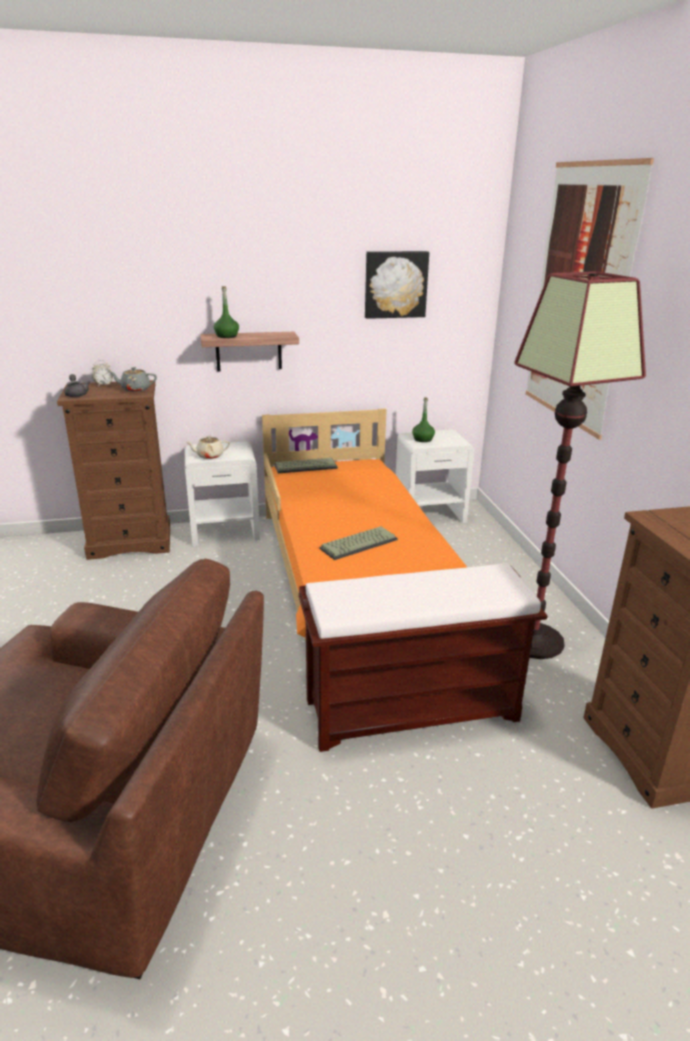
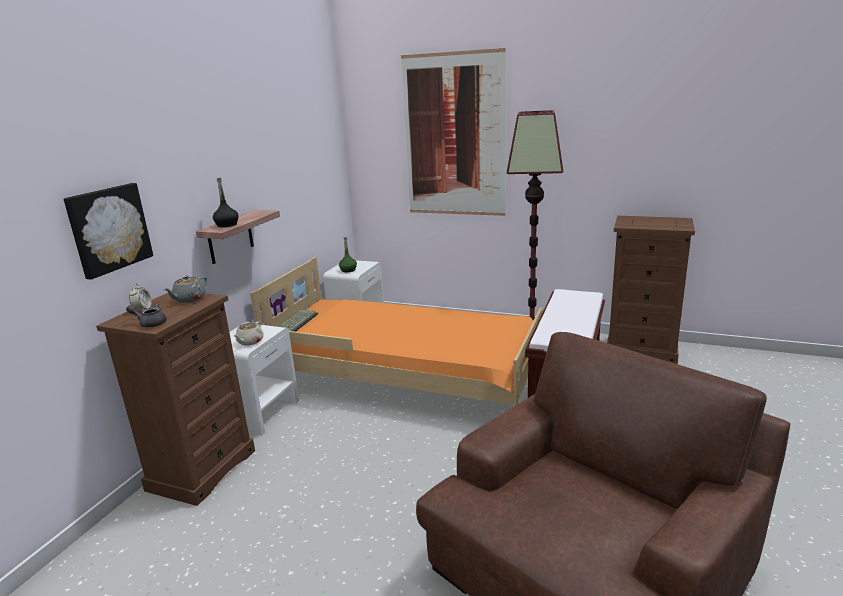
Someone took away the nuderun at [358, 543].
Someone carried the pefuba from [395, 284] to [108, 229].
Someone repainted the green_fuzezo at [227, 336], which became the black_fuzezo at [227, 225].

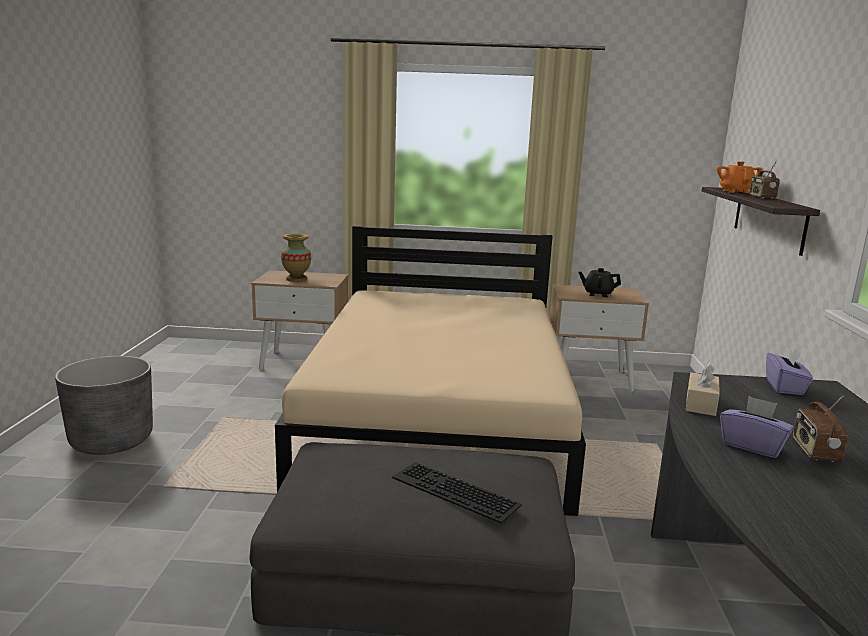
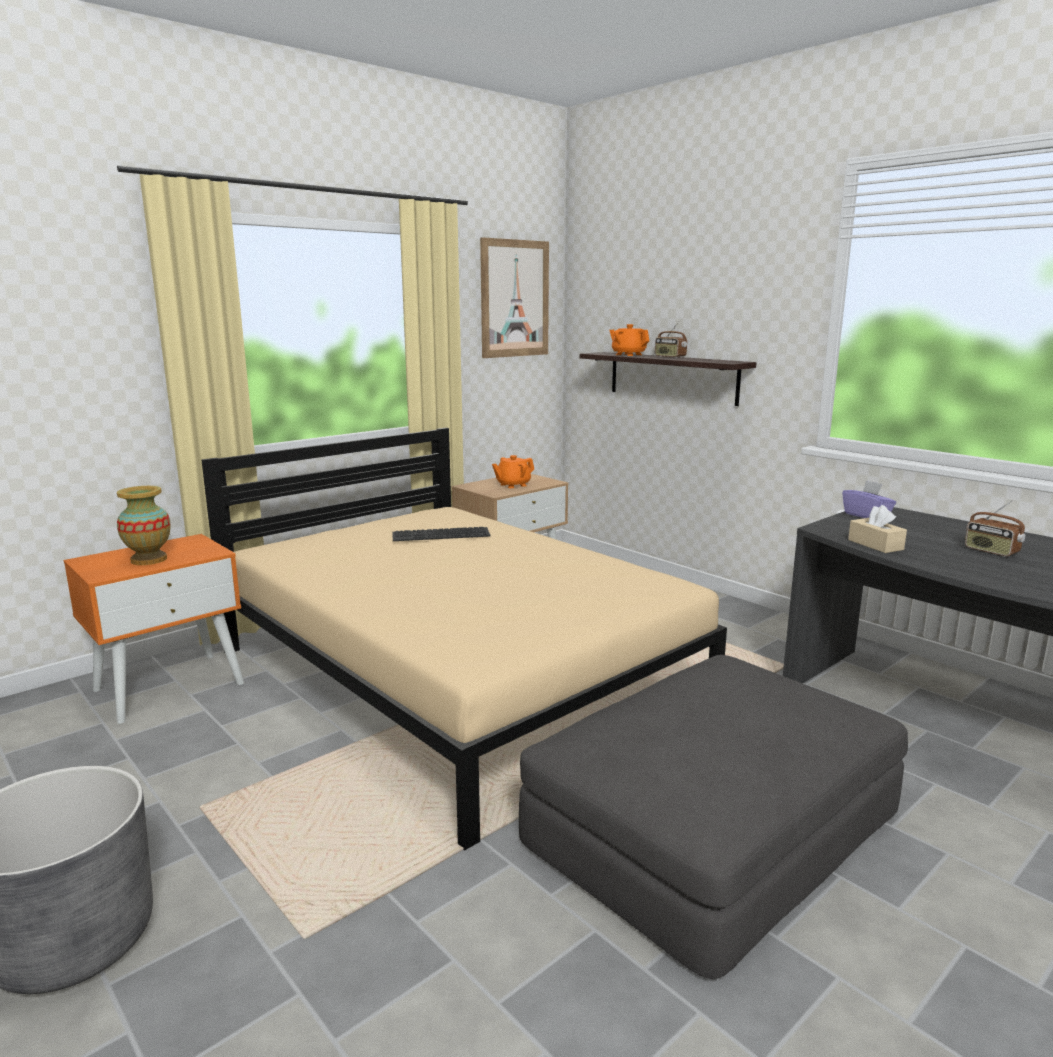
Someone took away the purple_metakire at [752, 446].
Someone put up the pefuba at [515, 299].
Someone carried the nuderun from [452, 492] to [440, 535].
Someone repainted the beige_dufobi at [303, 362], which became the orange_dufobi at [170, 686].
Someone repainted the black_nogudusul at [597, 294], which became the orange_nogudusul at [513, 485].

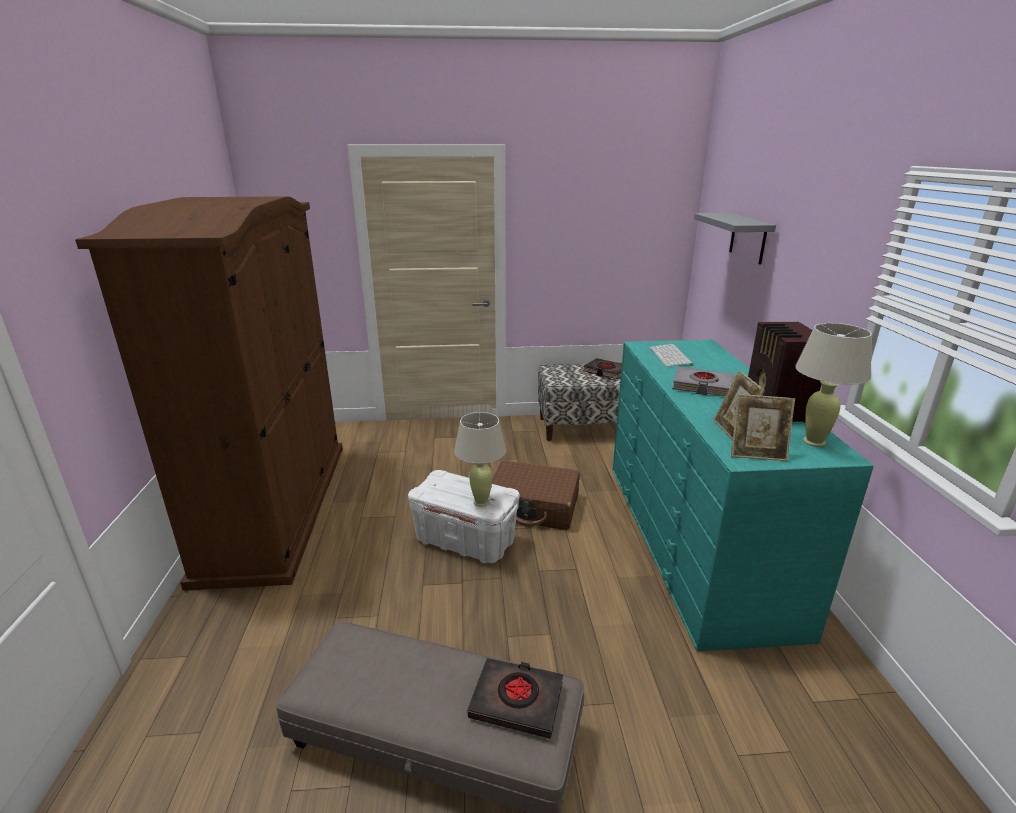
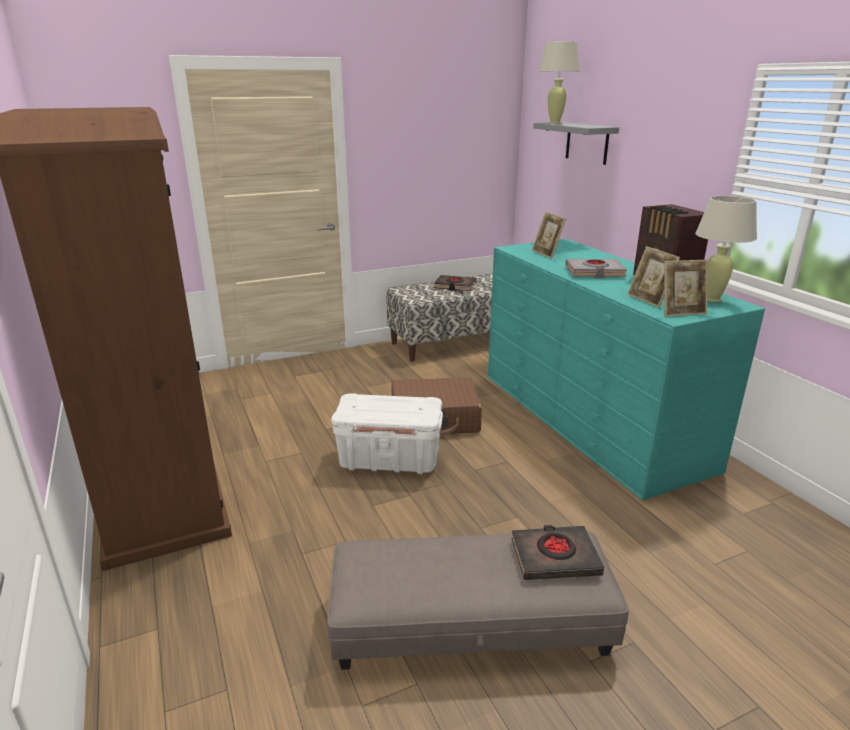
Someone carried the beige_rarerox from [481, 502] to [554, 123].
Someone swapped the nuderun at [671, 356] for the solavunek at [546, 254].

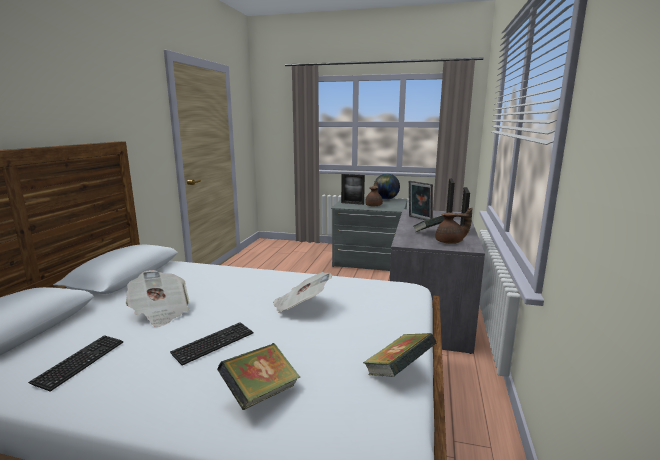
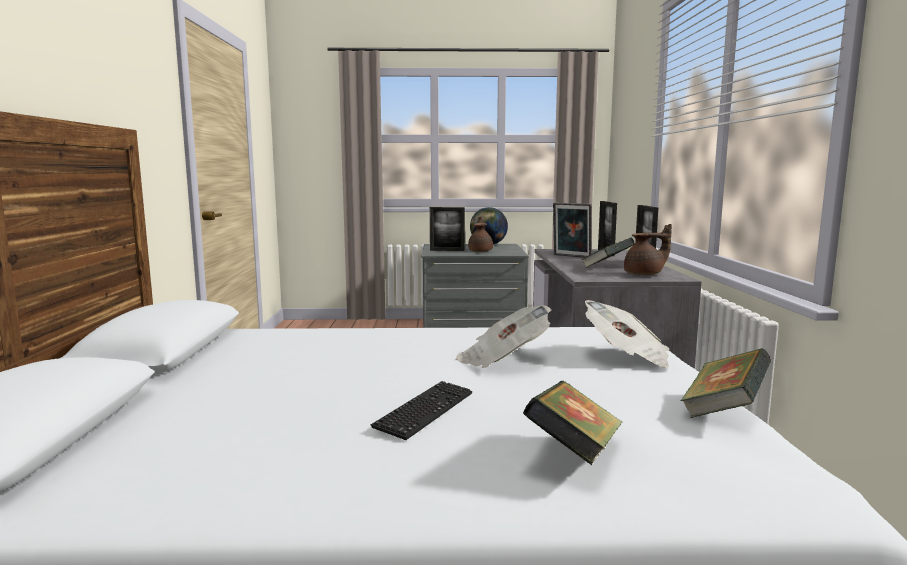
Someone took away the nuderun at [80, 362].
Someone carried the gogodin from [160, 312] to [627, 356].

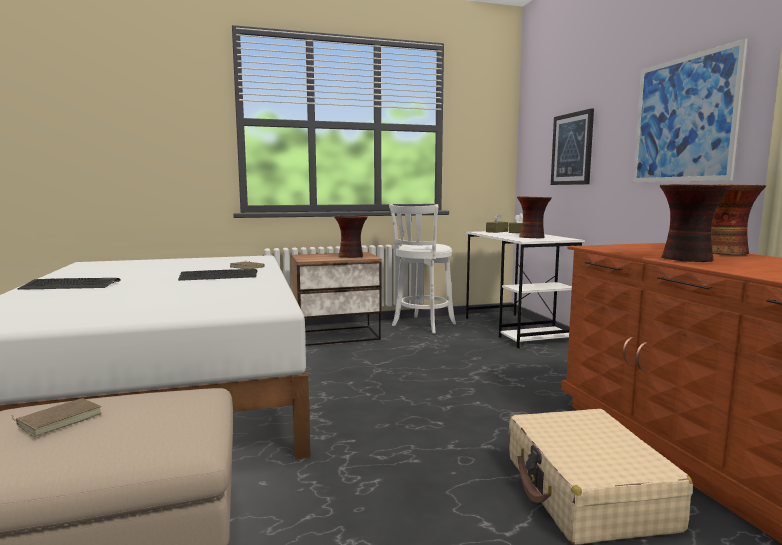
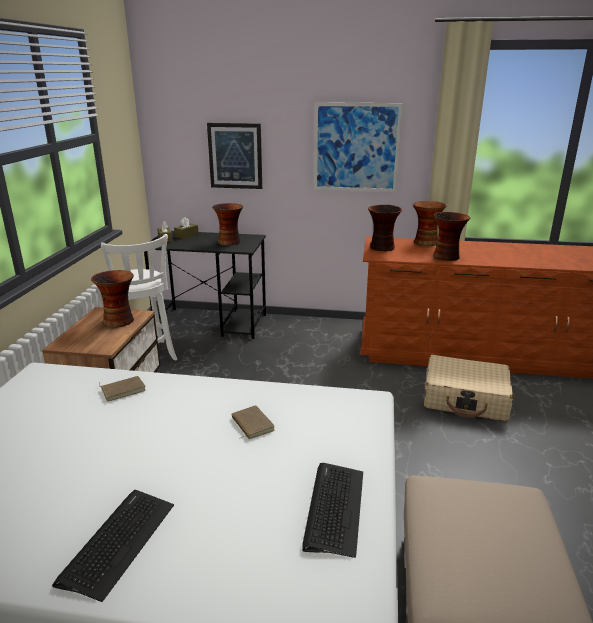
Someone put down the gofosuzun at [382, 248].
Someone carried the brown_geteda from [59, 419] to [251, 424].
Someone carried the nuderun from [218, 276] to [334, 508].
Someone repainted the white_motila at [516, 329], which became the black_motila at [212, 323].

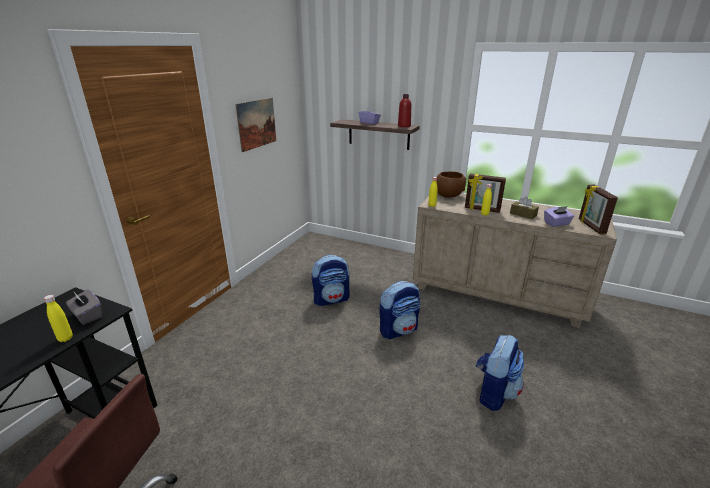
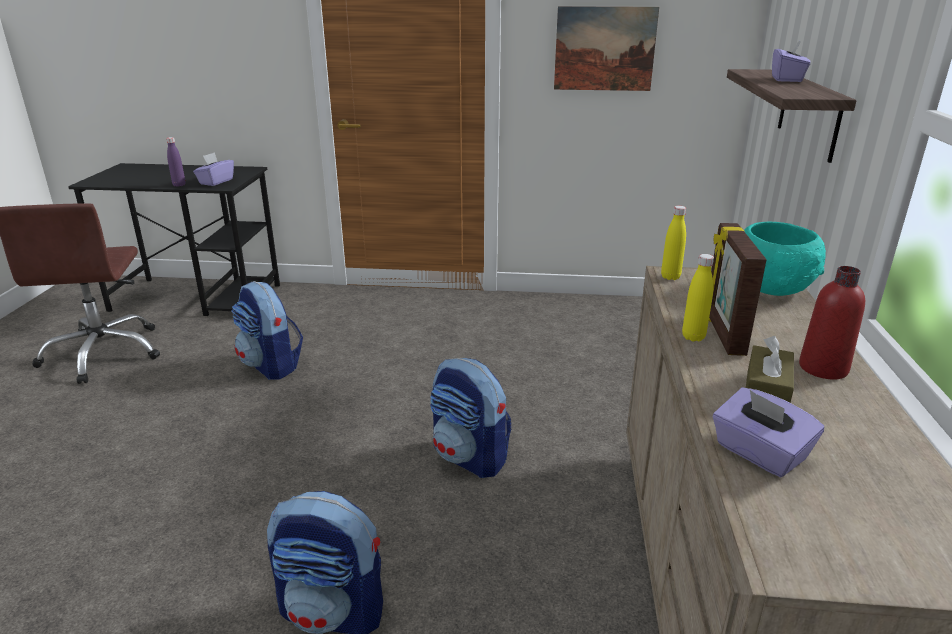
Someone took away the solavunek at [590, 226].
Someone carried the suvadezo from [331, 299] to [271, 365].
Someone carried the red_fuzezo from [404, 126] to [823, 368].
Someone repainted the yellow_fuzezo at [65, 338], which became the purple_fuzezo at [179, 185].
Someone repainted the grey_metakire at [87, 315], which became the purple_metakire at [216, 181].
Someone repainted the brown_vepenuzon at [448, 195], which became the turquoise_vepenuzon at [772, 288].

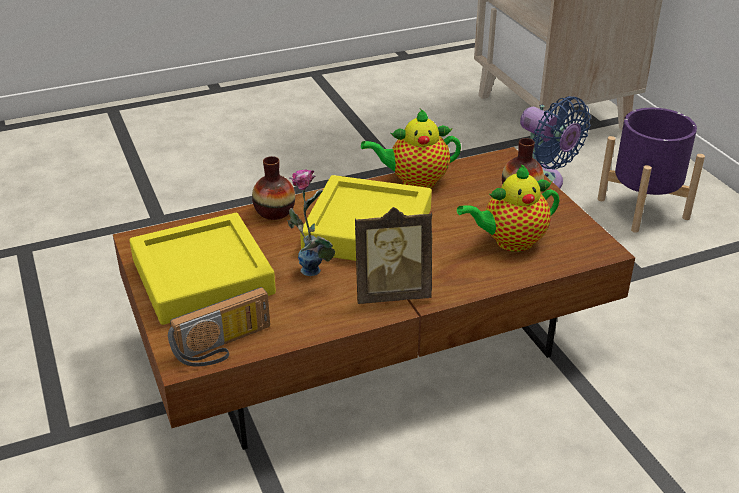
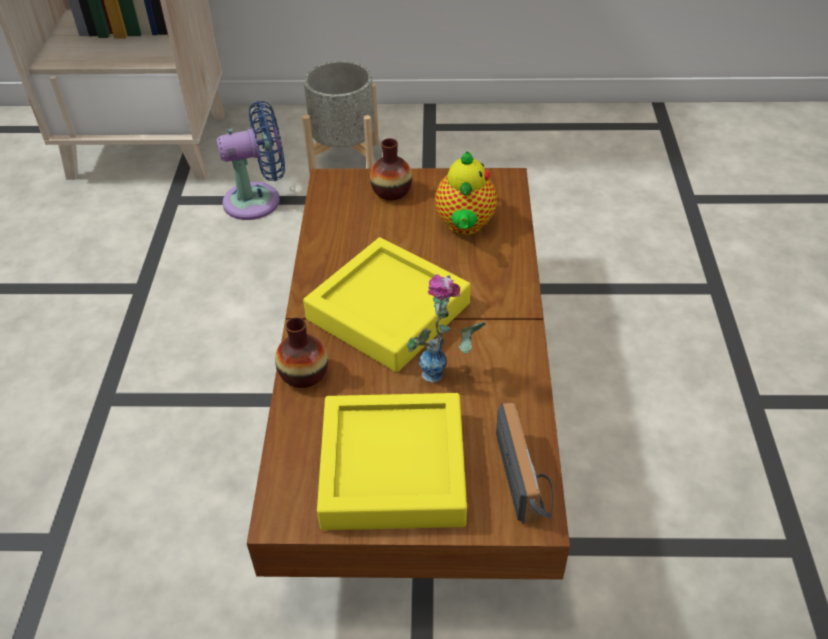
Someone took away the solavunek at [392, 293].
Someone took away the nogudusul at [414, 181].
Someone repainted the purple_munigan at [642, 208], which became the grey_munigan at [344, 159].

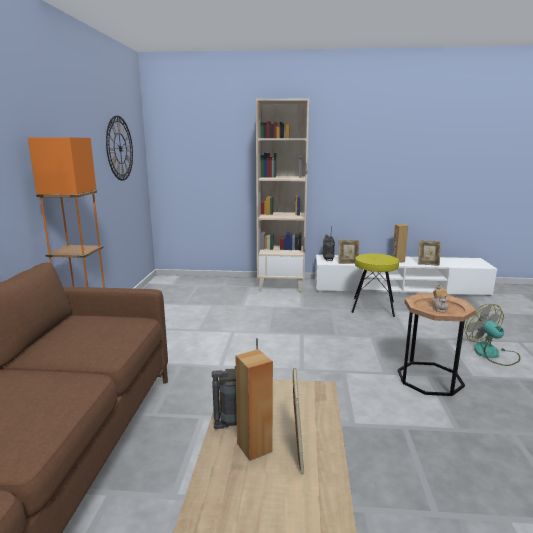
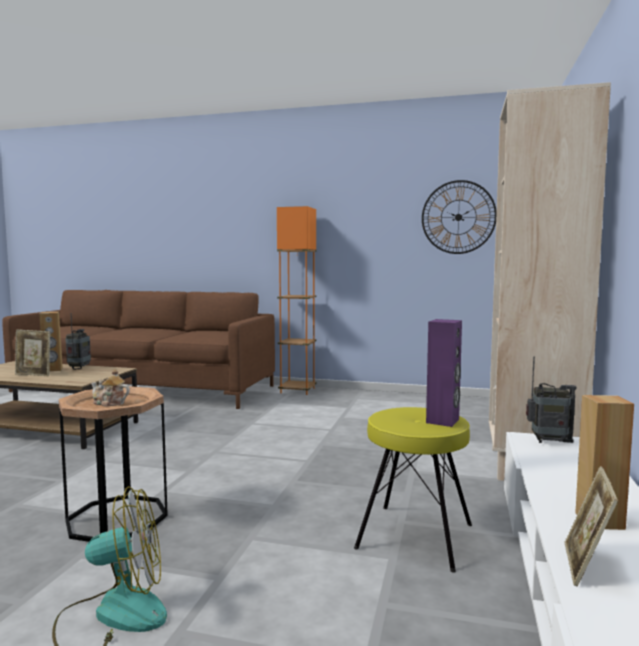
Someone took away the solavunek at [348, 262].
Someone put down the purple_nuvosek at [443, 421].

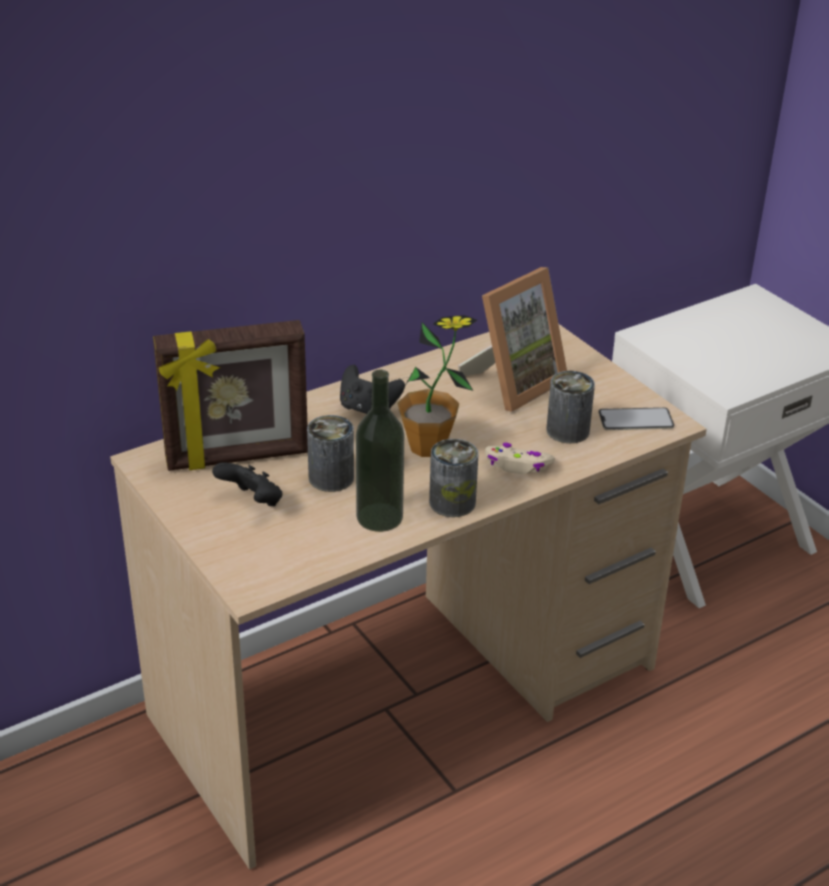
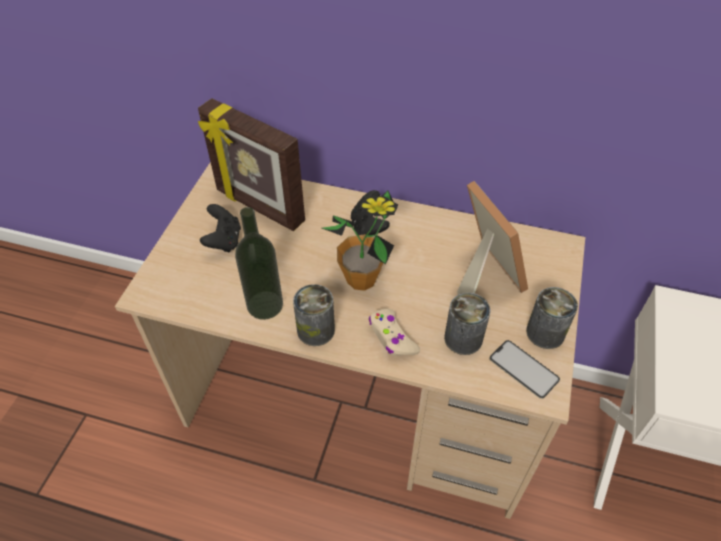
Someone carried the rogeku from [331, 477] to [545, 333].
Someone rotated the solavunek at [513, 383] by 120 degrees counterclockwise.

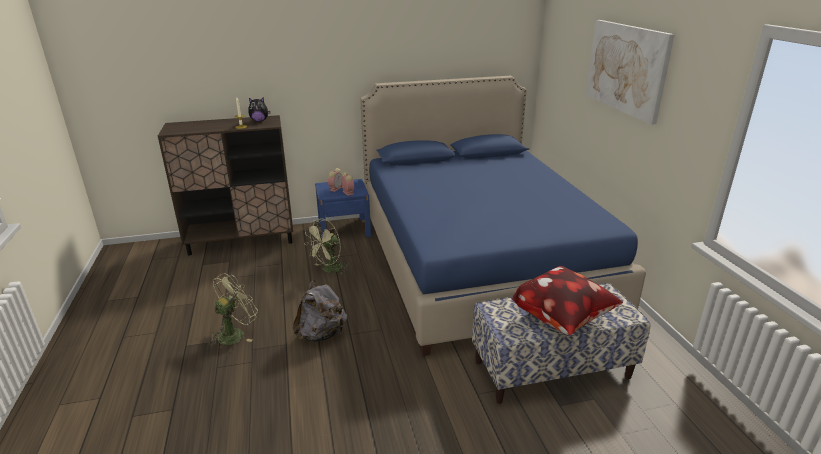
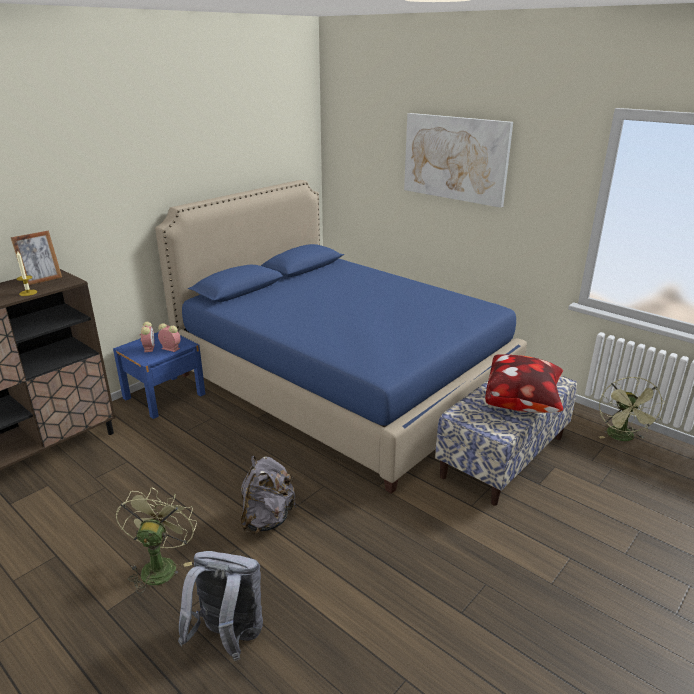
Someone put down the grey_suvadezo at [228, 637].
Someone carried the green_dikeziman from [329, 270] to [622, 438].
Someone swapped the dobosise at [259, 121] for the solavunek at [42, 280].

